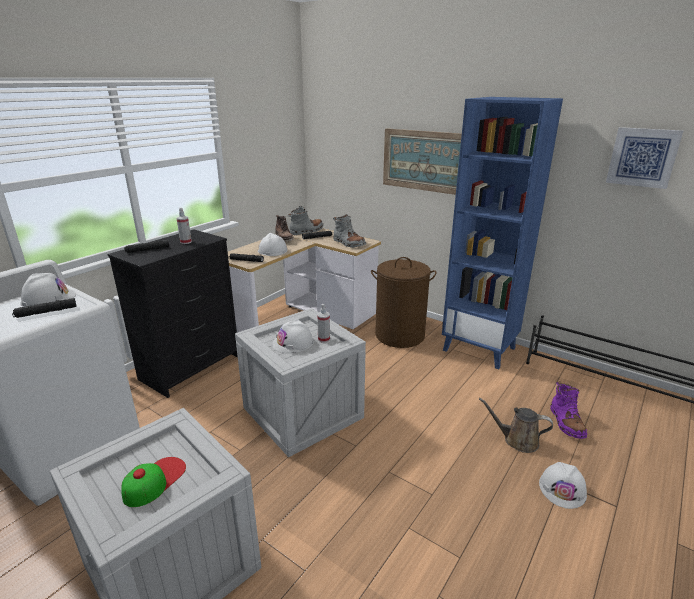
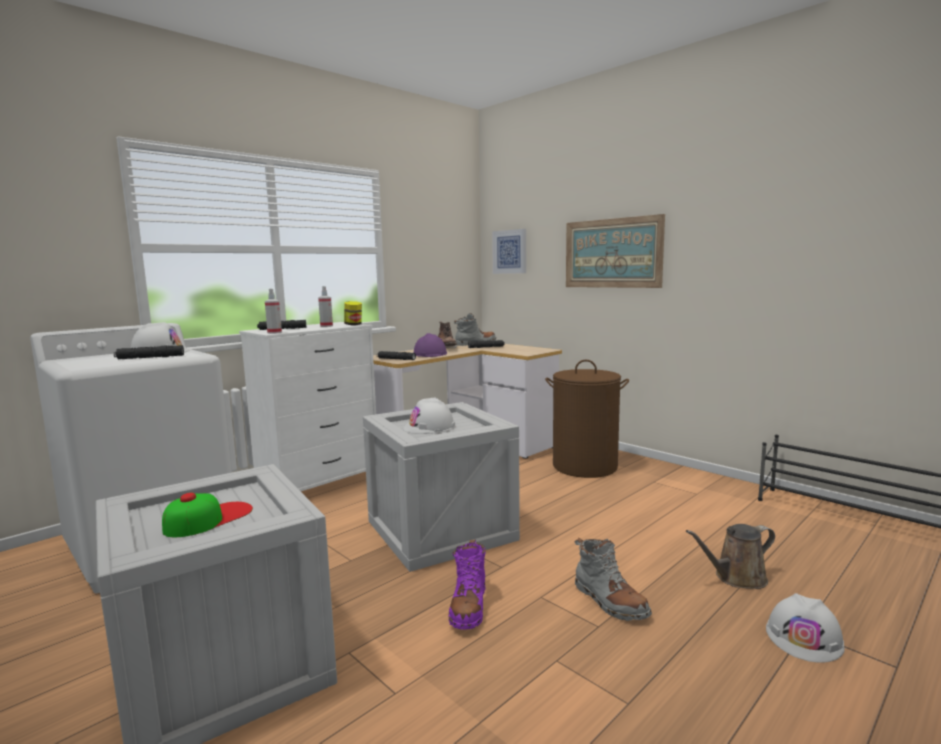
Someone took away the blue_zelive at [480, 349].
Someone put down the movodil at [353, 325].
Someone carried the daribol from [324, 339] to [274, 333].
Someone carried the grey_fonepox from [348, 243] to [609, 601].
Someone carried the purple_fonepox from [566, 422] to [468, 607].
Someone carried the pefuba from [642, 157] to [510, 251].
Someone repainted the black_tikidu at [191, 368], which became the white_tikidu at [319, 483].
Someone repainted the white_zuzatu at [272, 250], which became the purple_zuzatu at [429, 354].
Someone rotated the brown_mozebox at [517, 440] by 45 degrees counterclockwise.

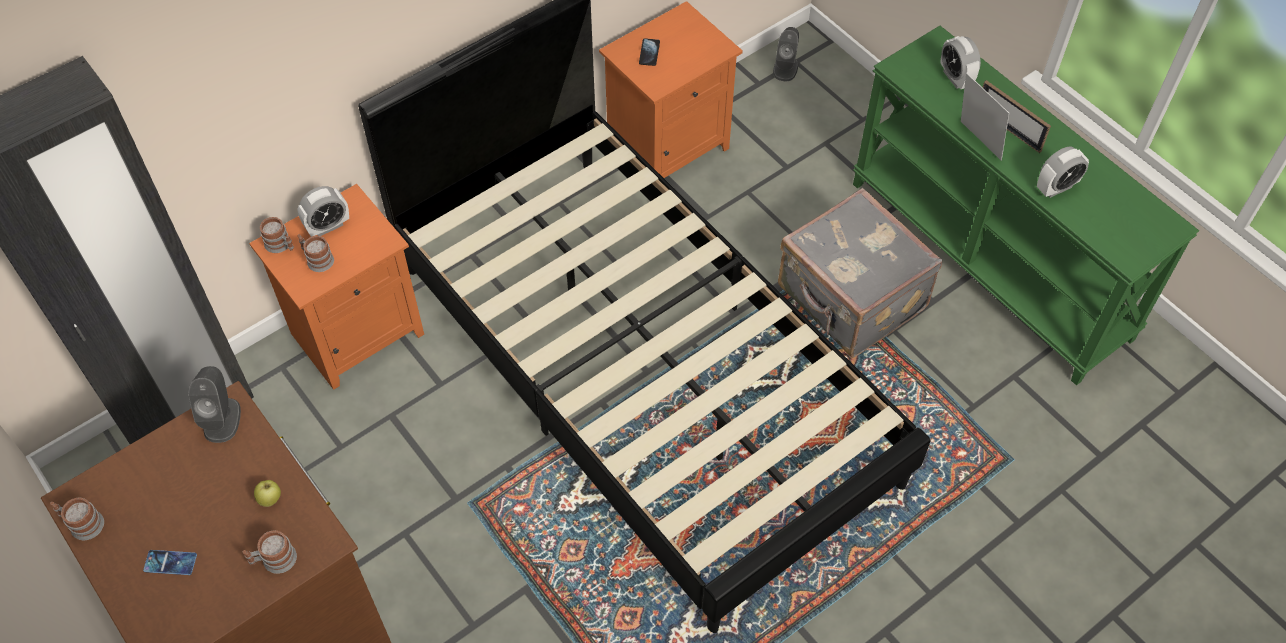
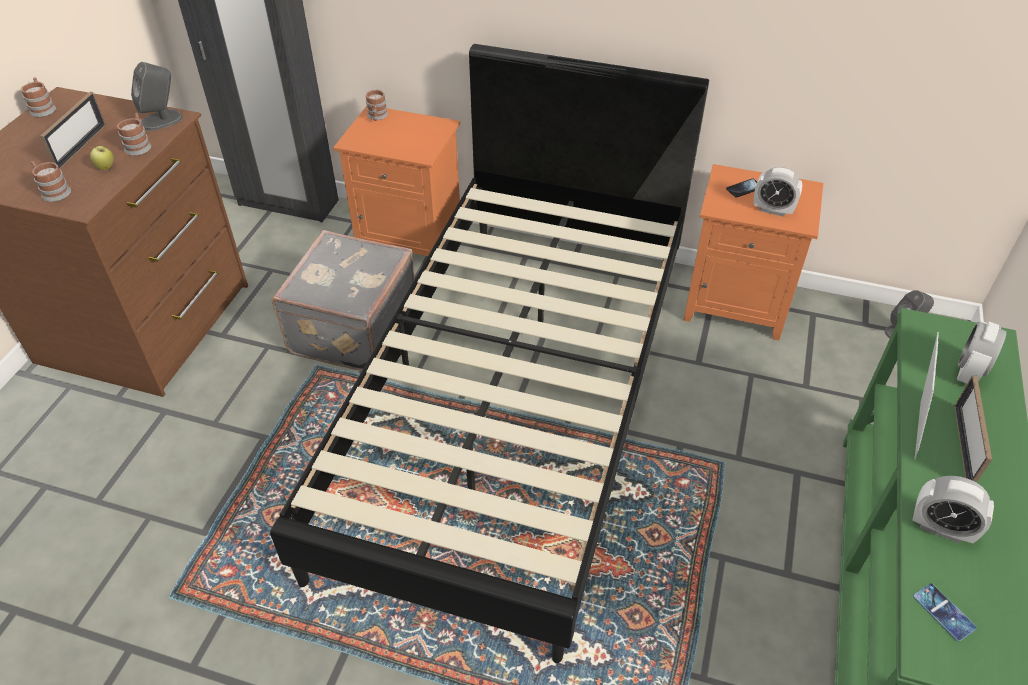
Someone put down the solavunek at [81, 147].
Someone carried the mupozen from [170, 562] to [944, 612].
Someone carried the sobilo from [328, 226] to [772, 210].
Someone carried the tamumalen from [317, 259] to [139, 145].
Someone carried the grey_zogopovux from [850, 300] to [351, 328].

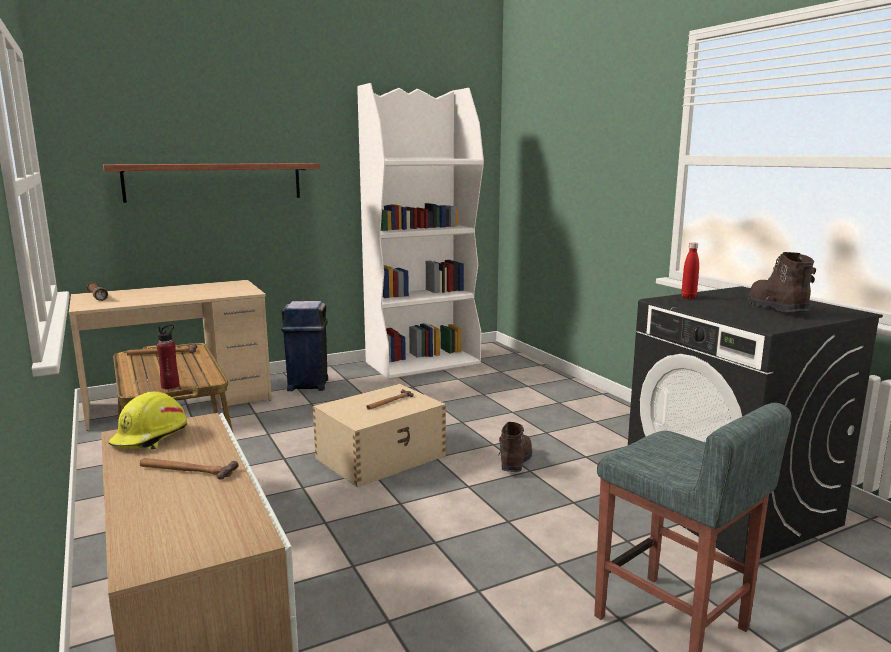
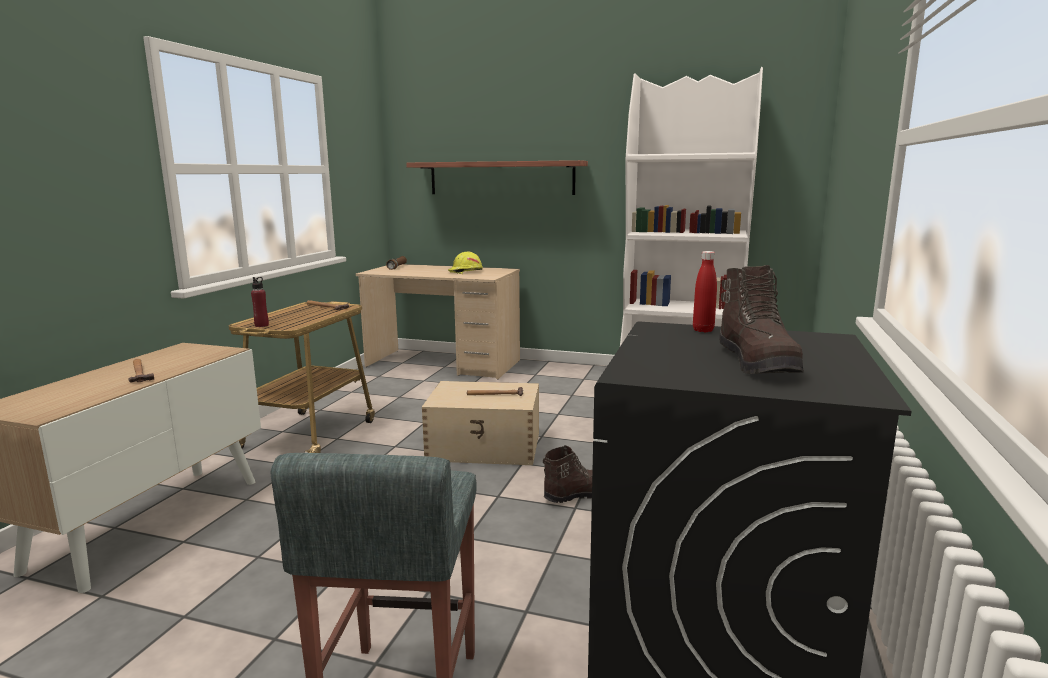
Someone took away the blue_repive at [308, 385].
Someone carried the yellow_zuzatu from [151, 437] to [465, 272].
Someone rotated the brown_fonepox at [775, 308] by 135 degrees clockwise.

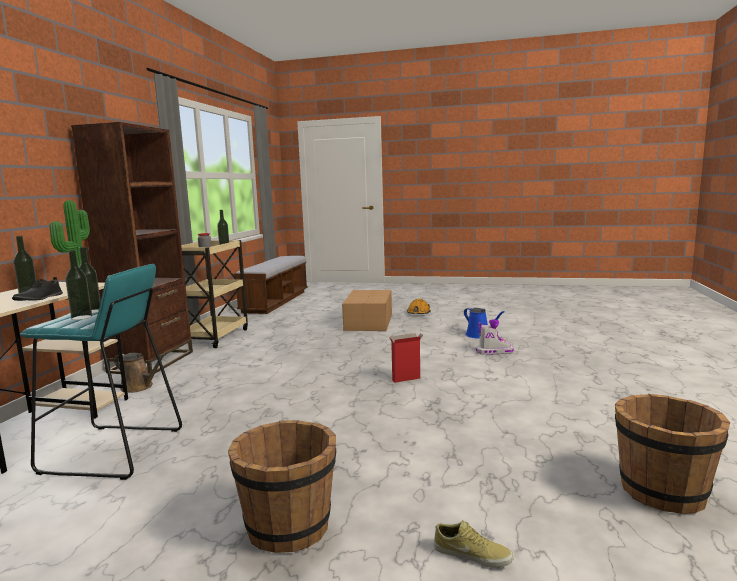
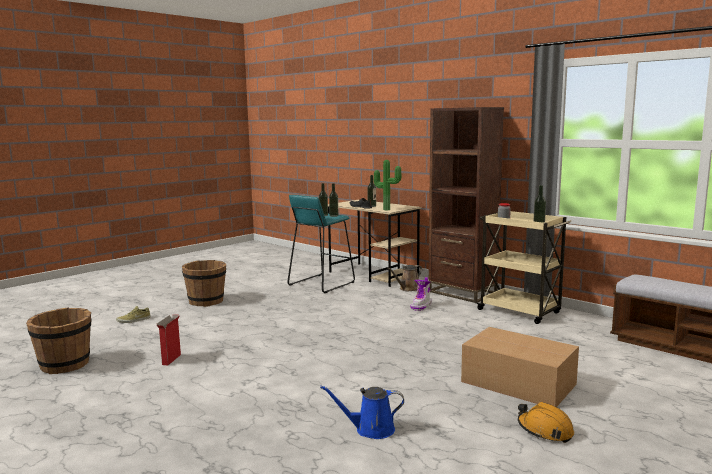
Someone carried the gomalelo from [406, 379] to [171, 360].
Someone carried the fonepox from [493, 351] to [421, 306].

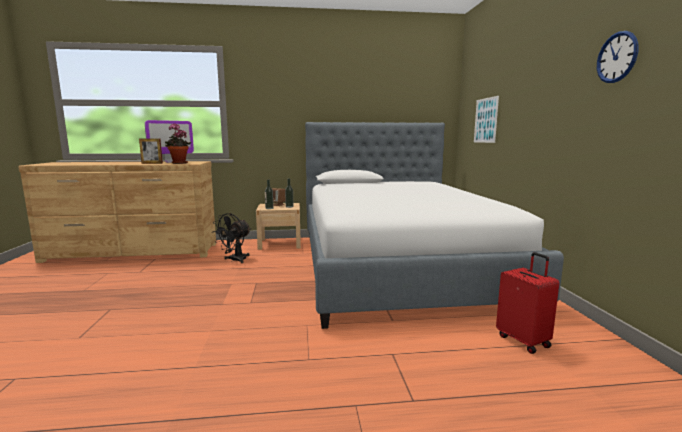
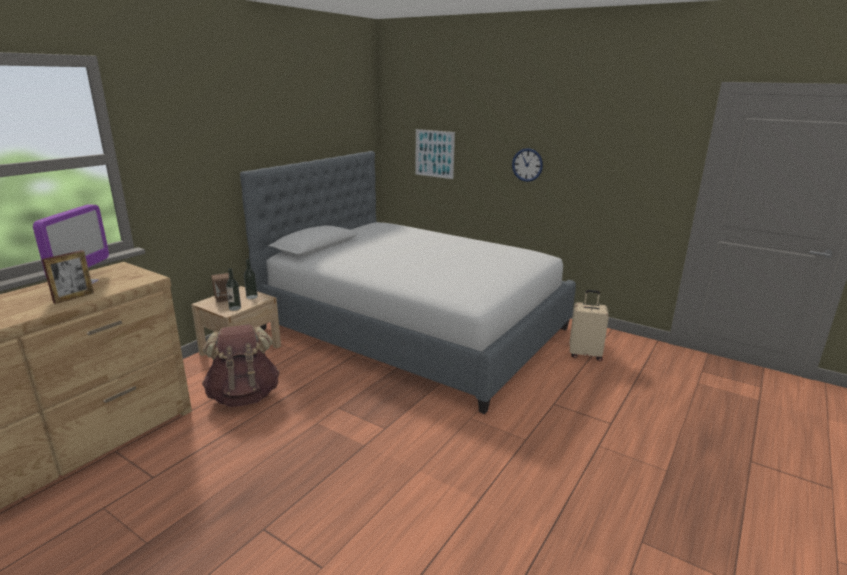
Someone took away the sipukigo at [178, 163].
Someone carried the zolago from [617, 57] to [527, 165].
Someone swapped the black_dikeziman at [235, 260] for the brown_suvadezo at [244, 396].
Someone repainted the red_zogopovux at [524, 341], which became the beige_zogopovux at [585, 354].

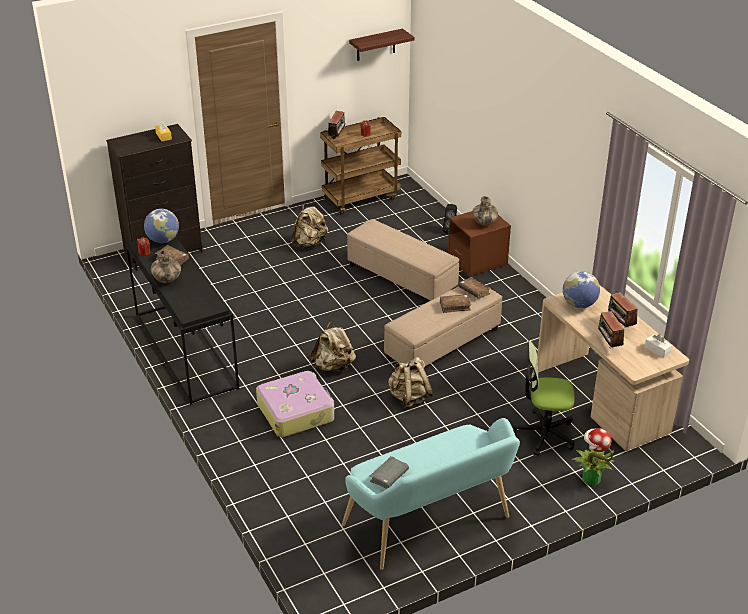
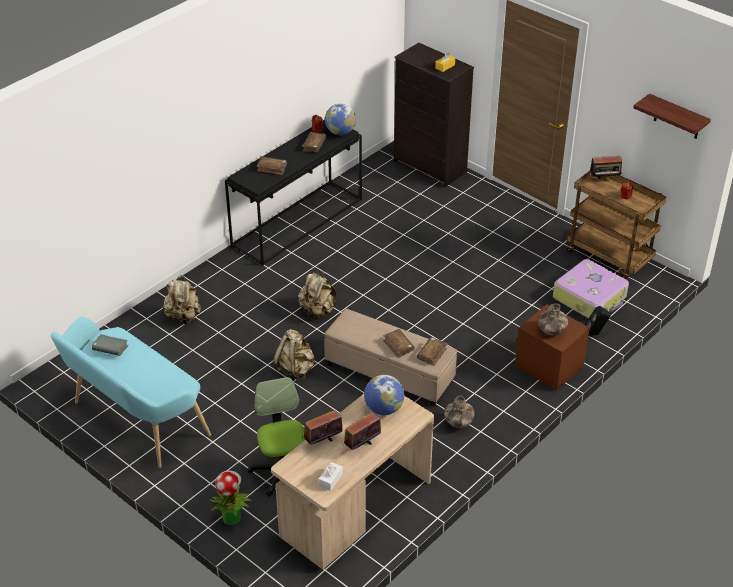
Someone took away the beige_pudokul at [402, 277].
Someone put down the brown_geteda at [272, 168].
Someone carried the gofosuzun from [167, 280] to [458, 423].
Someone carried the zogopovux from [296, 411] to [590, 297].
Someone carried the beige_suvadezo from [309, 244] to [183, 317].

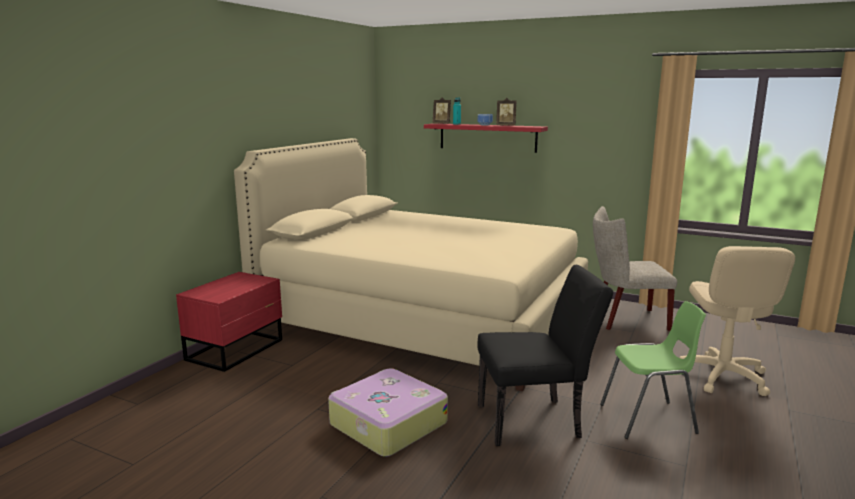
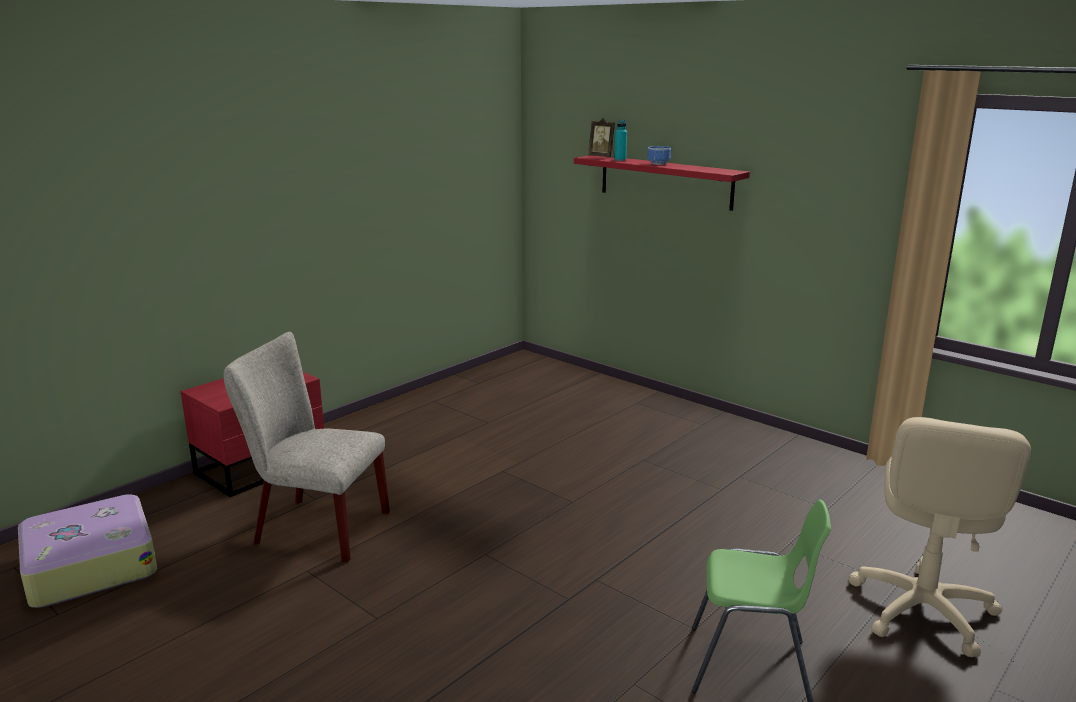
Someone took away the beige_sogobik at [422, 319].
Someone took away the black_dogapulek at [536, 421].
Someone took away the solavunek at [506, 125].
Someone carried the zogopovux from [386, 424] to [89, 565].
Someone carried the beige_dogapulek from [625, 320] to [314, 527].

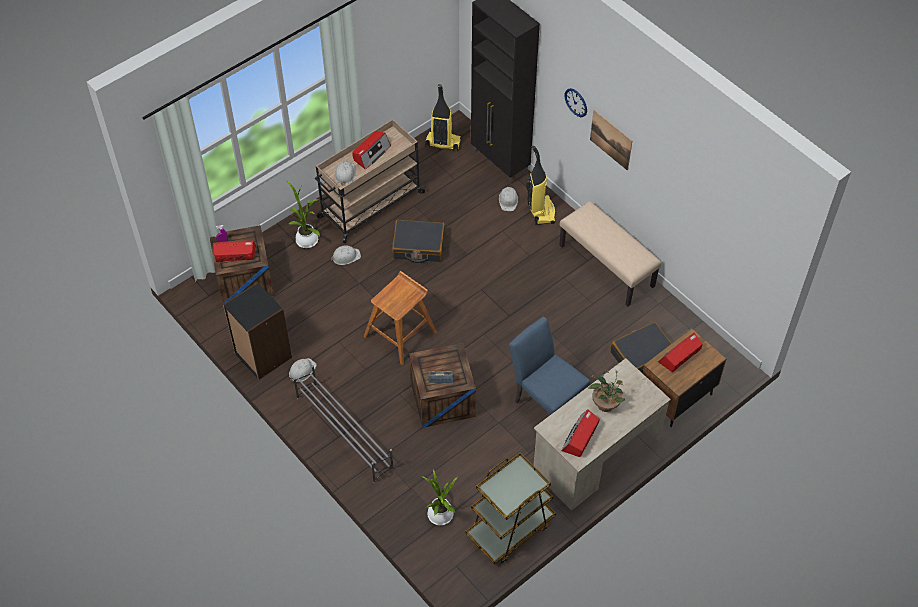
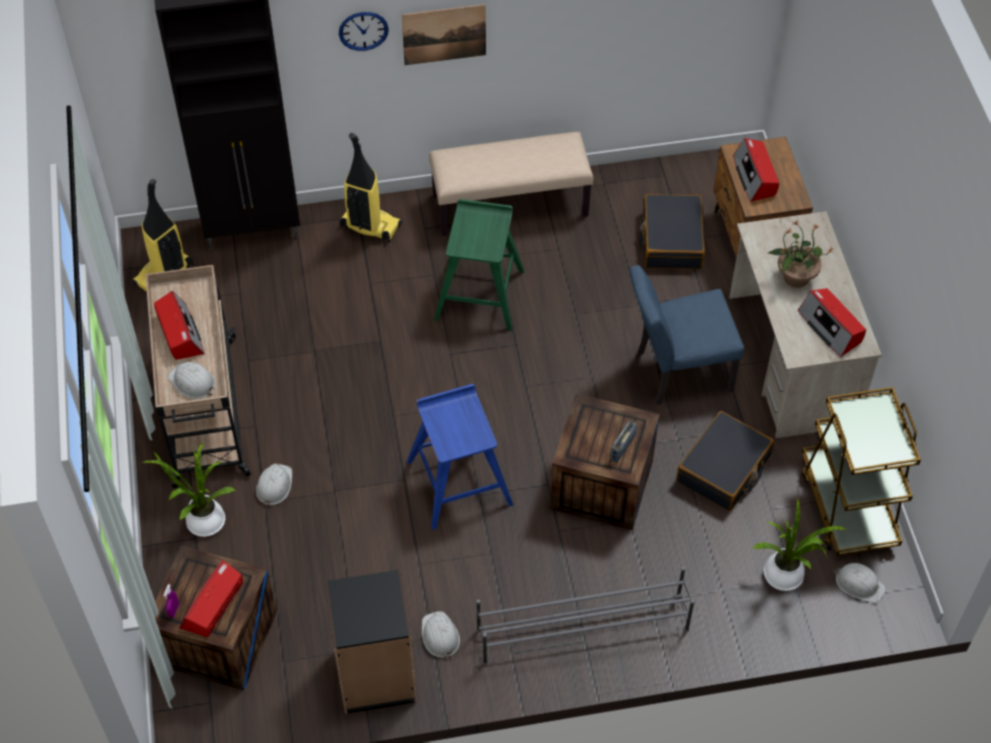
Someone put down the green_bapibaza at [480, 294].
Someone carried the black_zogopovux from [418, 246] to [724, 469].
Someone carried the white_zuzatu from [508, 200] to [859, 584].
Someone repainted the brown_bapibaza at [401, 333], which became the blue_bapibaza at [459, 481].

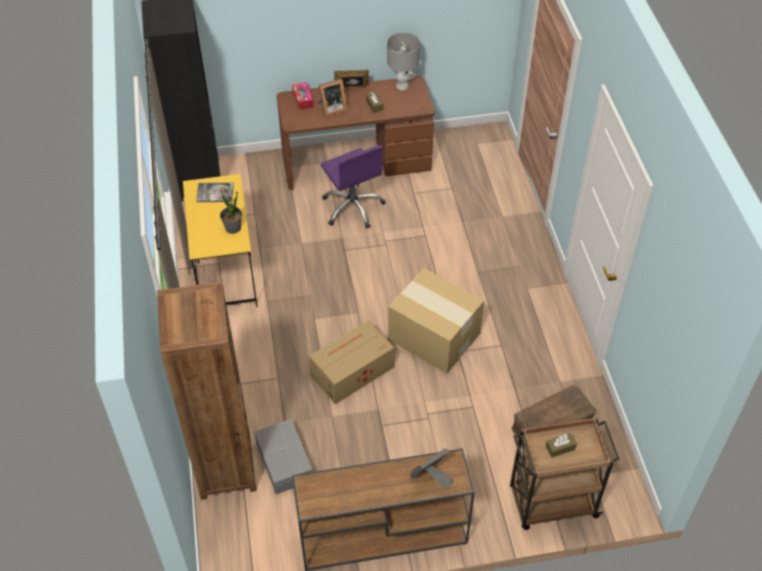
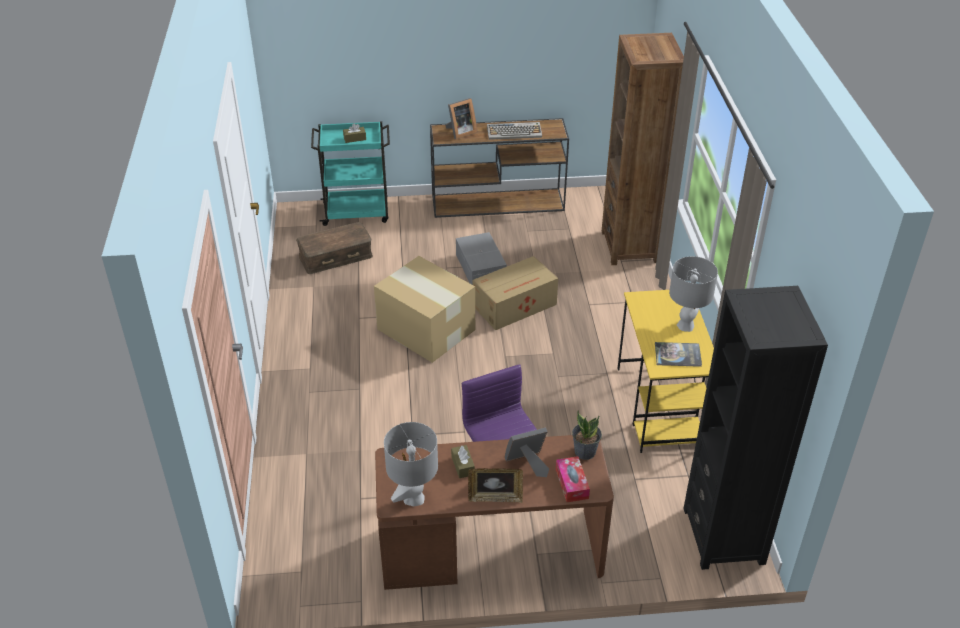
Someone put down the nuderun at [514, 132].
Someone put down the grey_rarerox at [686, 325].
Someone carried the sipukigo from [233, 228] to [585, 451].
Someone carried the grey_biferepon from [283, 462] to [481, 267].
Someone repainted the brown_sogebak at [551, 502], which became the turquoise_sogebak at [357, 212].

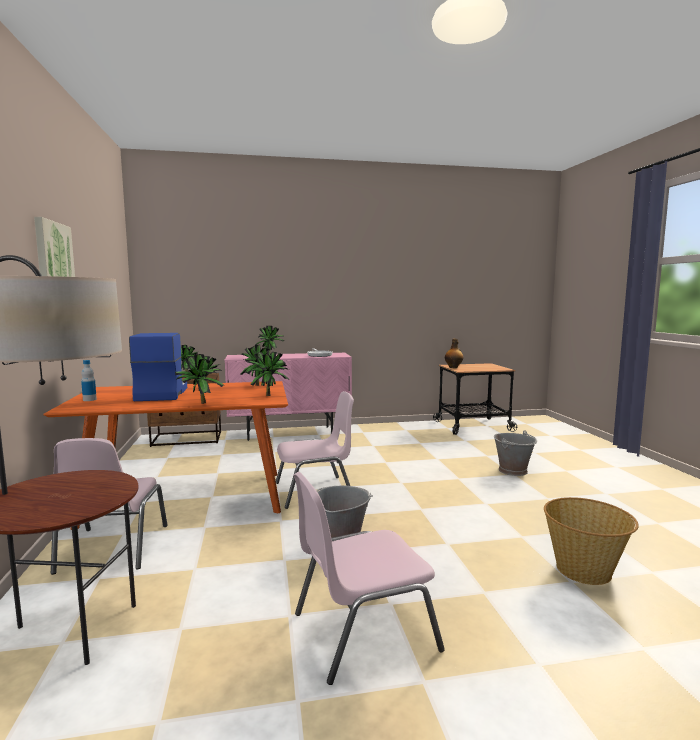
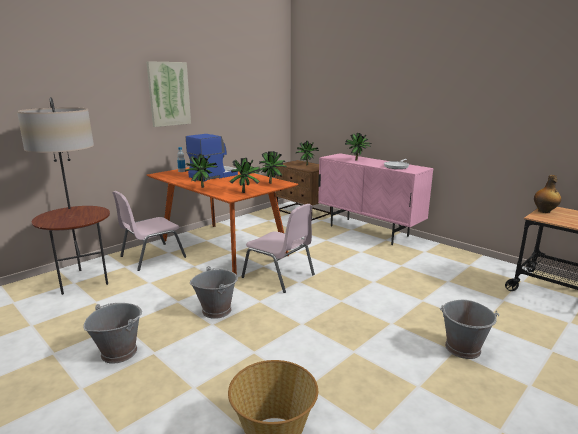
Someone swapped the pink_dogapulek at [362, 631] for the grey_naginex at [119, 352].

